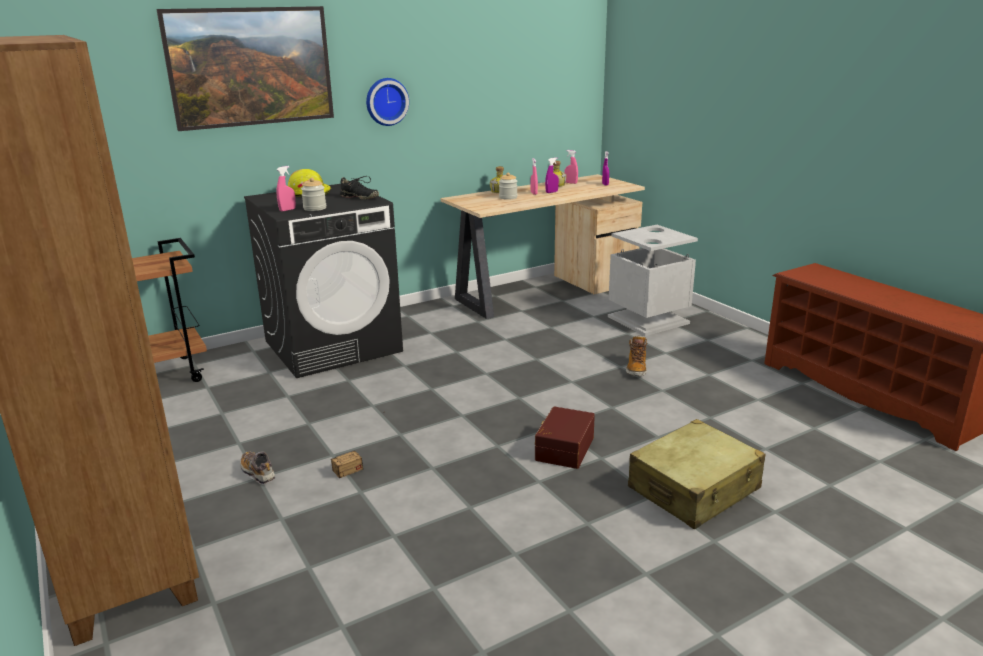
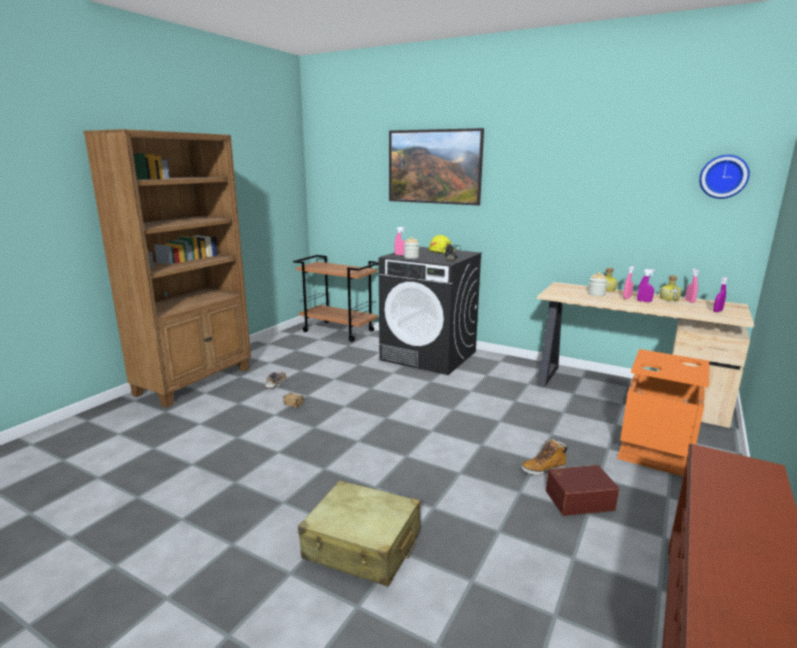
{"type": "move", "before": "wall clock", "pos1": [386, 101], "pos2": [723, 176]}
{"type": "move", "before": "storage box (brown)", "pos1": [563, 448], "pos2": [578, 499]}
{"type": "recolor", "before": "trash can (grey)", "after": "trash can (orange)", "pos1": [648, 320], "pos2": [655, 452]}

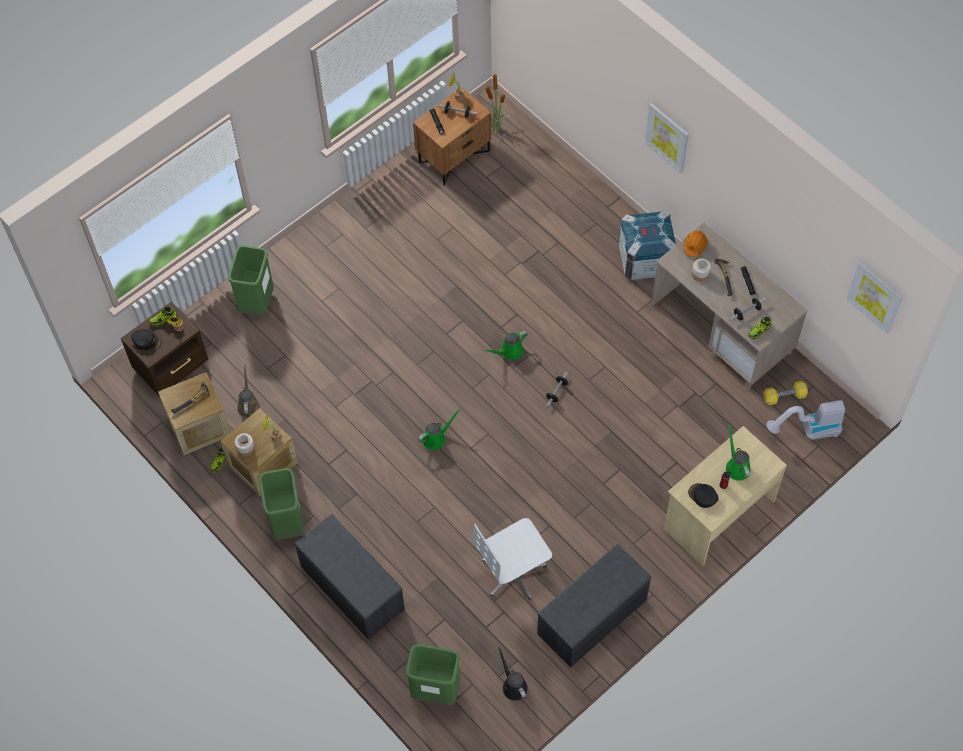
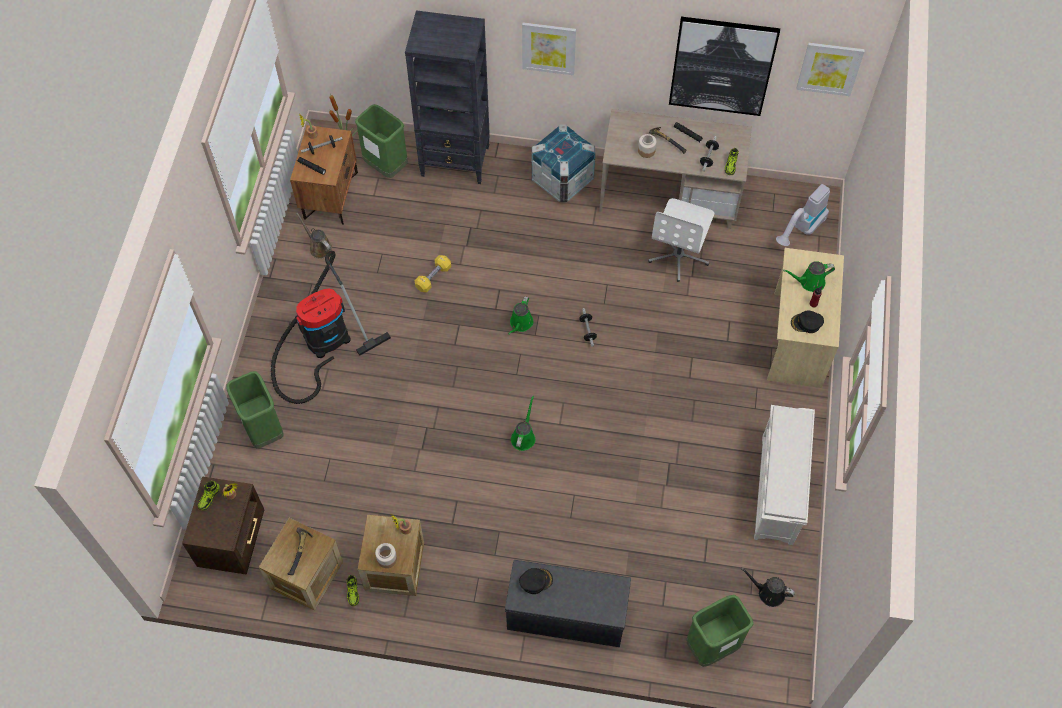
{"type": "move", "before": "cap (black)", "pos1": [147, 341], "pos2": [535, 581]}
{"type": "move", "before": "watering can (brown)", "pos1": [248, 404], "pos2": [319, 247]}
{"type": "move", "before": "trash can (green)", "pos1": [287, 523], "pos2": [386, 167]}
{"type": "move", "before": "office chair (white)", "pos1": [514, 573], "pos2": [679, 255]}
{"type": "replace", "before": "bench (grey)", "after": "shoe rack (white)", "pos1": [592, 618], "pos2": [778, 491]}
{"type": "delete", "before": "hard hat (orange)", "pos1": [695, 245]}
{"type": "rotate", "before": "watering can (green)", "pos1": [736, 466], "pos2": [809, 282], "turn": -45}
{"type": "move", "before": "dumbbell (yellow)", "pos1": [784, 396], "pos2": [433, 277]}
{"type": "insert", "after": "vacuum cleaner", "pos2": [323, 342]}
{"type": "insert", "after": "bookcase (black)", "pos2": [456, 162]}
{"type": "insert", "after": "picture", "pos2": [722, 66]}

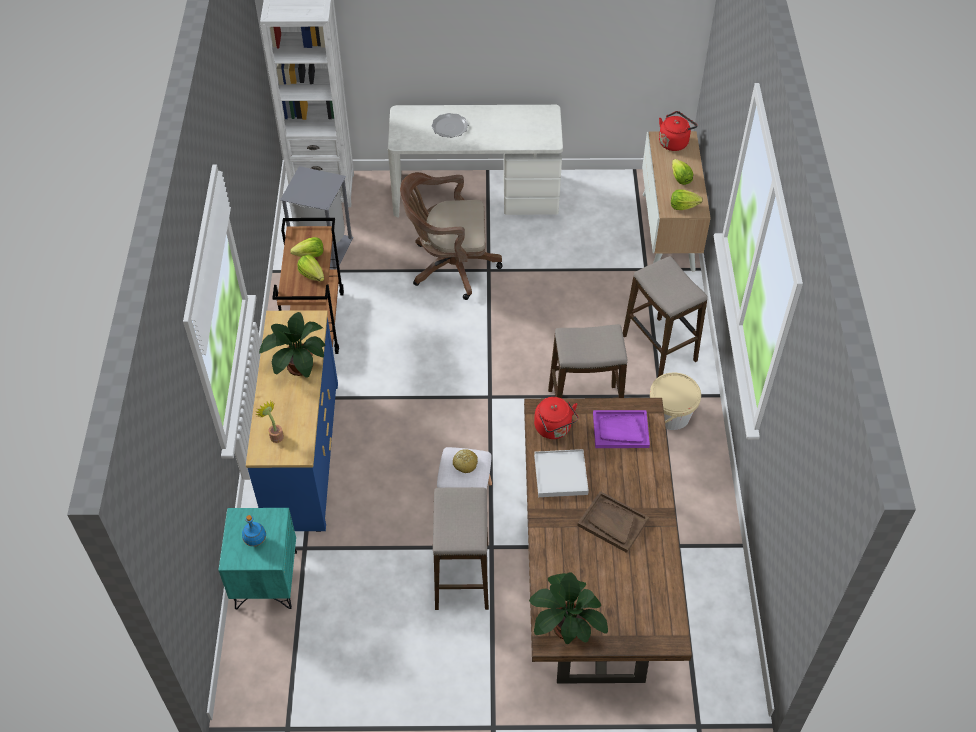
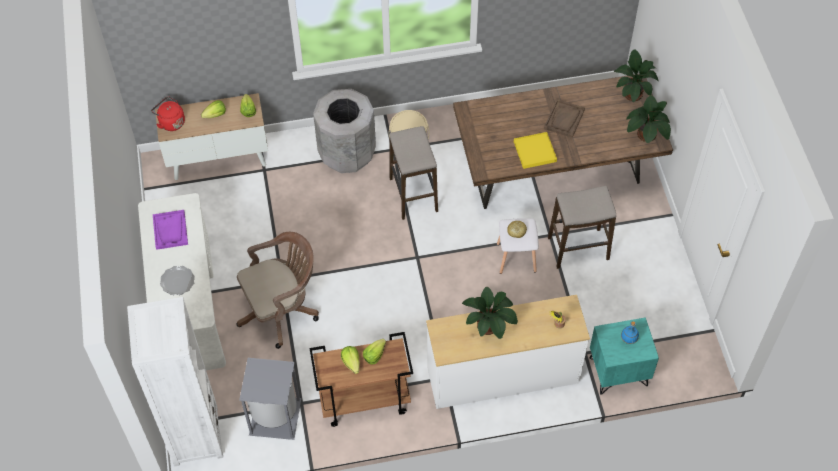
{"type": "recolor", "before": "dresser (blue)", "after": "dresser (white)", "pos1": [302, 454], "pos2": [503, 376]}
{"type": "rotate", "before": "office chair (brown)", "pos1": [449, 266], "pos2": [282, 310], "turn": -105}
{"type": "delete", "before": "kettle (red)", "pos1": [554, 429]}
{"type": "recolor", "before": "tray (white)", "after": "tray (yellow)", "pos1": [560, 475], "pos2": [534, 152]}
{"type": "move", "before": "tray (purple)", "pos1": [620, 430], "pos2": [170, 230]}
{"type": "replace", "before": "stool", "after": "trash can (grey)", "pos1": [659, 348], "pos2": [347, 154]}
{"type": "insert", "after": "potted plant", "pos2": [633, 92]}

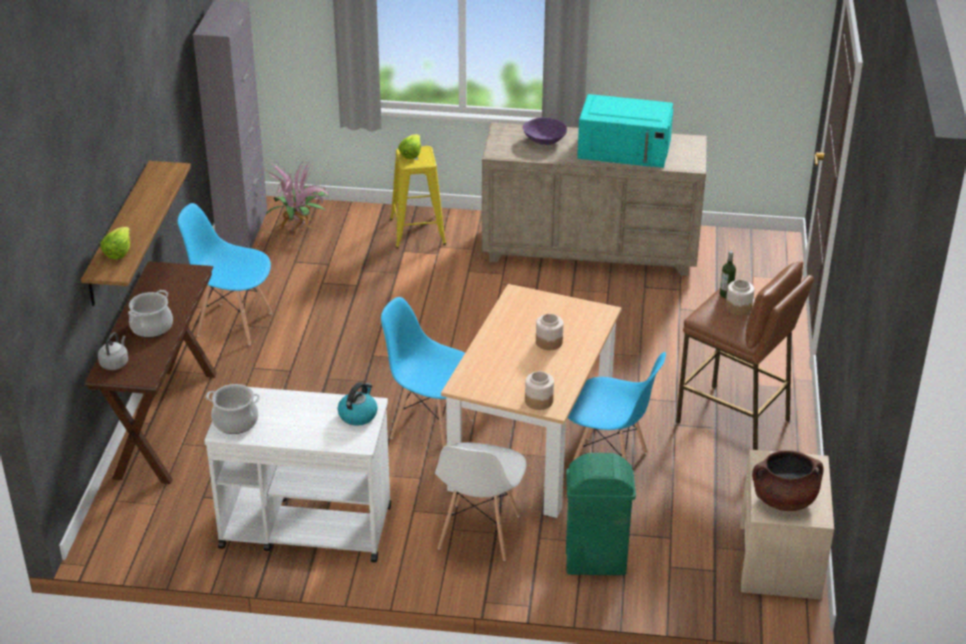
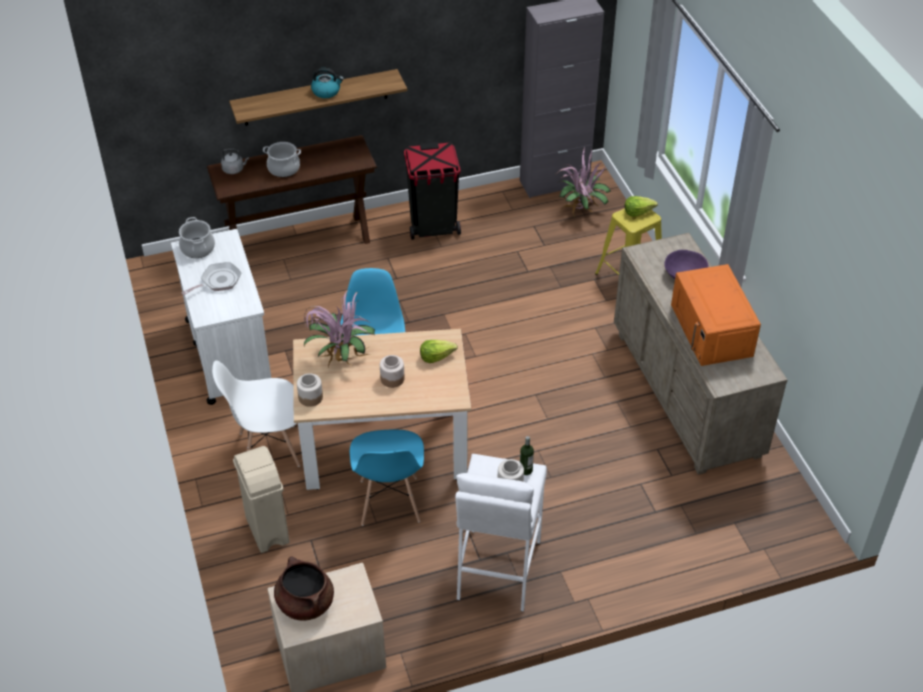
{"type": "move", "before": "lettuce", "pos1": [118, 252], "pos2": [436, 356]}
{"type": "replace", "before": "chair (blue)", "after": "trash can (black)", "pos1": [234, 323], "pos2": [433, 227]}
{"type": "move", "before": "kettle", "pos1": [358, 415], "pos2": [326, 91]}
{"type": "recolor", "before": "trash can (green)", "after": "trash can (beige)", "pos1": [596, 563], "pos2": [267, 531]}
{"type": "recolor", "before": "microwave (turquoise)", "after": "microwave (orange)", "pos1": [625, 149], "pos2": [712, 330]}
{"type": "recolor", "before": "stool (brown)", "after": "stool (white)", "pos1": [733, 421], "pos2": [497, 570]}
{"type": "insert", "after": "frying pan", "pos2": [218, 281]}
{"type": "insert", "after": "potted plant", "pos2": [340, 358]}

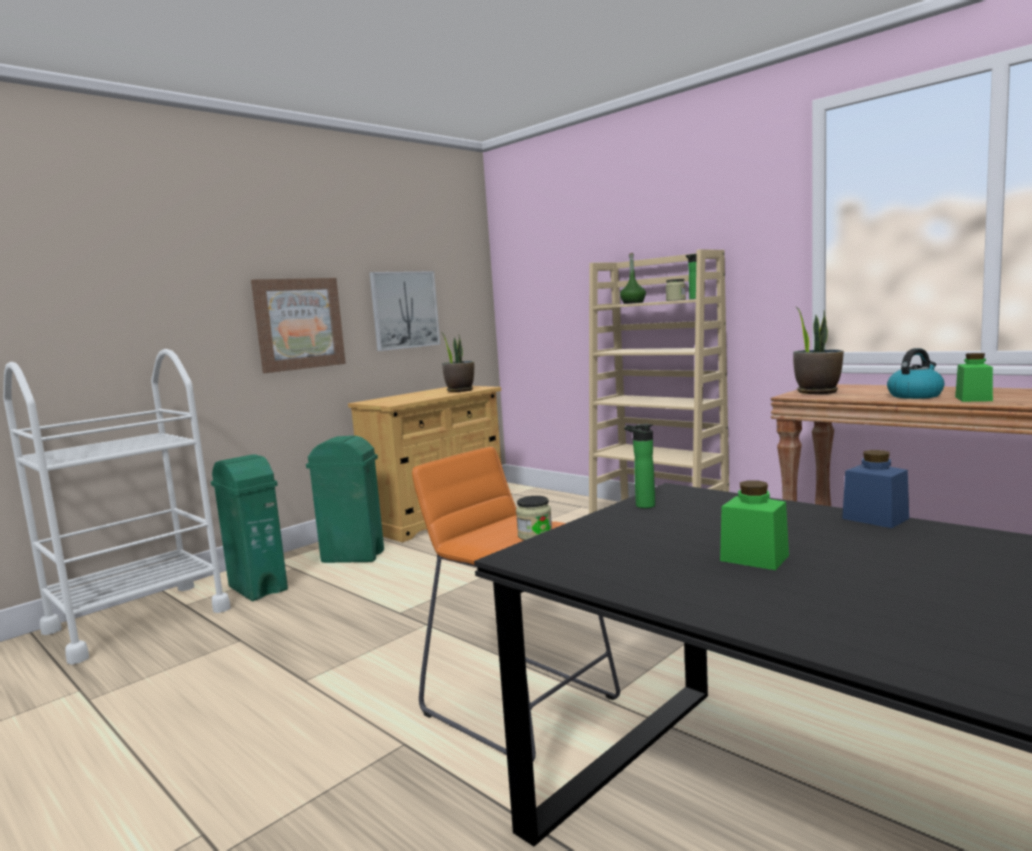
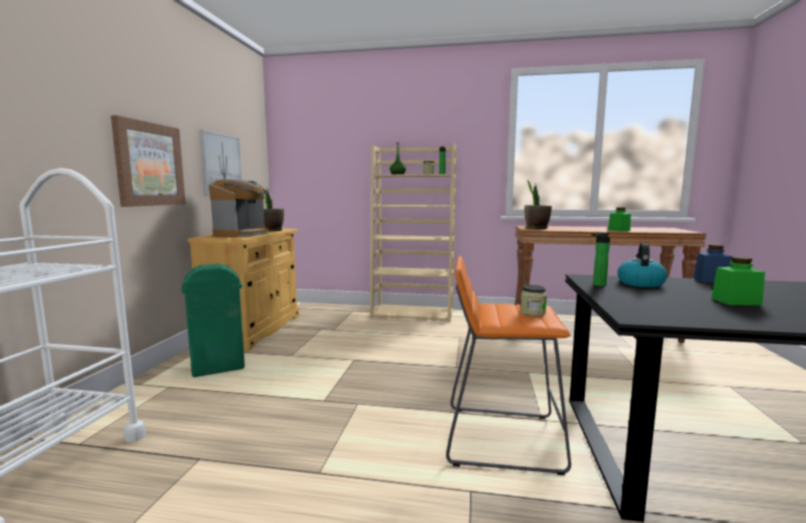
{"type": "delete", "before": "trash can (green)", "pos1": [258, 588]}
{"type": "move", "before": "kettle", "pos1": [915, 395], "pos2": [640, 283]}
{"type": "insert", "after": "coffee machine", "pos2": [242, 234]}

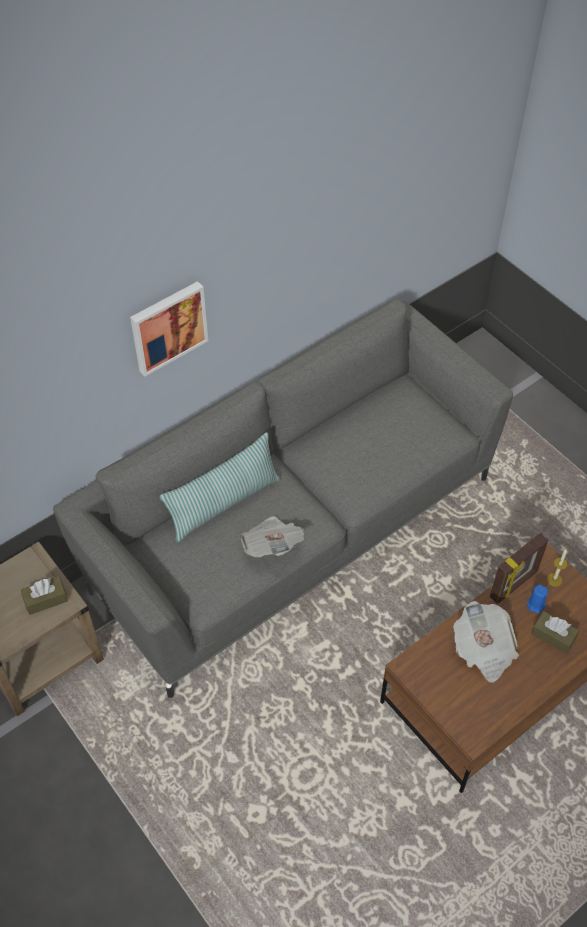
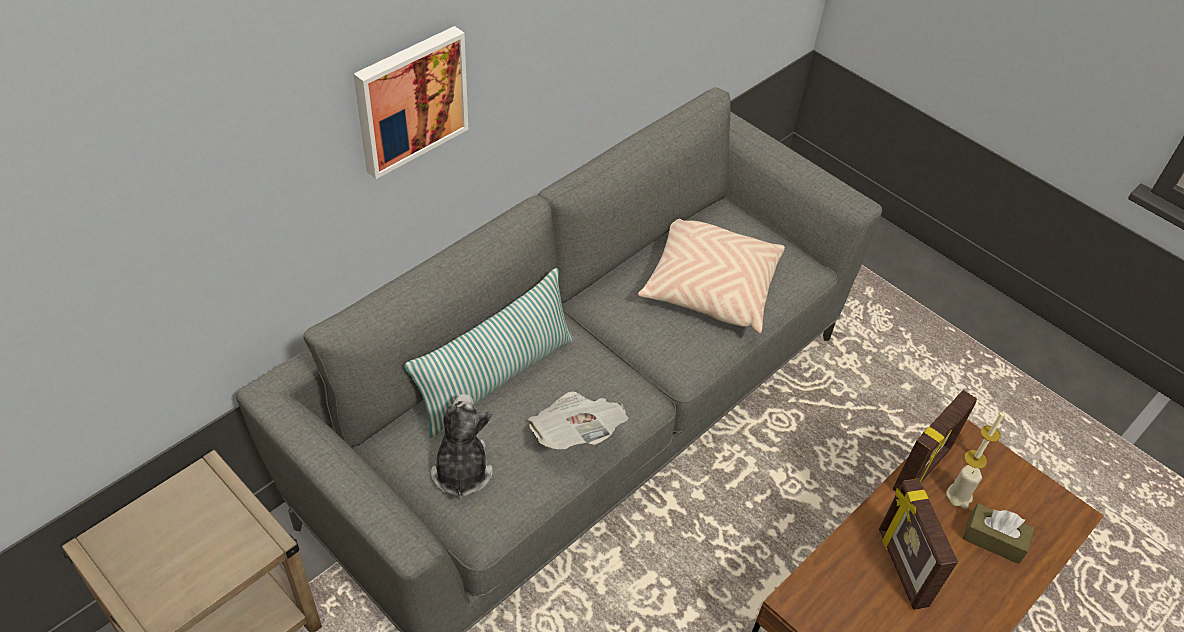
{"type": "delete", "before": "tissue box (brown)", "pos1": [46, 599]}
{"type": "replace", "before": "newspaper", "after": "picture frame", "pos1": [483, 650], "pos2": [901, 568]}
{"type": "recolor", "before": "candle (blue)", "after": "candle (beige)", "pos1": [536, 605], "pos2": [959, 496]}
{"type": "insert", "after": "plush toy", "pos2": [461, 470]}
{"type": "insert", "after": "pillow (beige)", "pos2": [710, 288]}

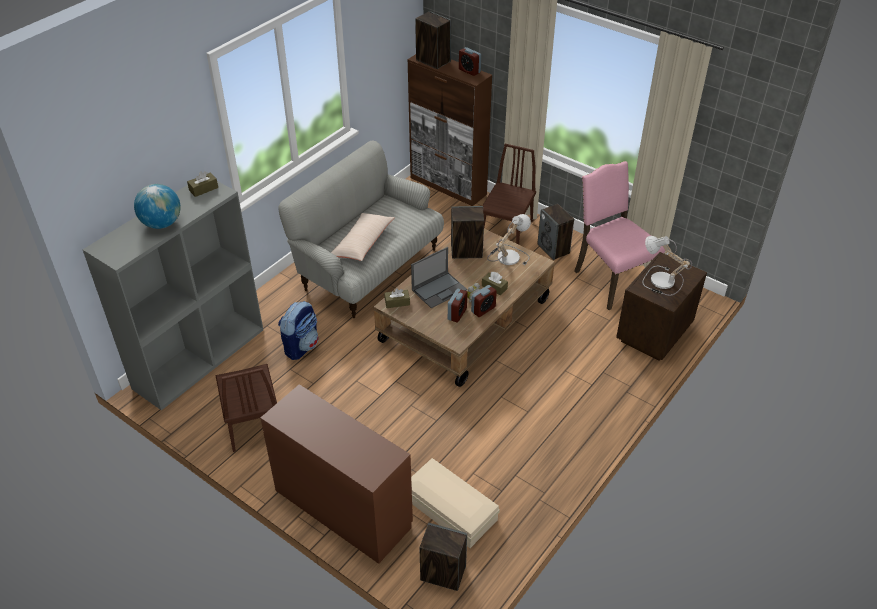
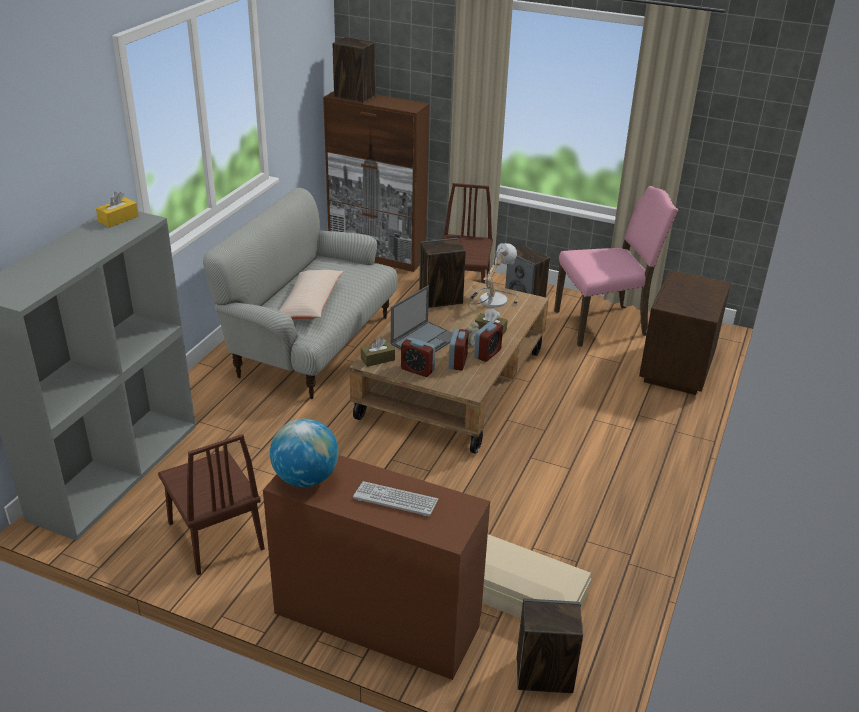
{"type": "move", "before": "globe", "pos1": [162, 223], "pos2": [305, 478]}
{"type": "recolor", "before": "tissue box (brown)", "after": "tissue box (yellow)", "pos1": [203, 189], "pos2": [118, 219]}
{"type": "delete", "before": "backpack", "pos1": [301, 346]}
{"type": "move", "before": "alarm clock", "pos1": [469, 71], "pos2": [417, 370]}
{"type": "rotate", "before": "chair (pink)", "pos1": [611, 280], "pos2": [603, 324], "turn": 120}
{"type": "delete", "before": "table lamp", "pos1": [660, 281]}
{"type": "insert", "after": "keyboard", "pos2": [395, 499]}

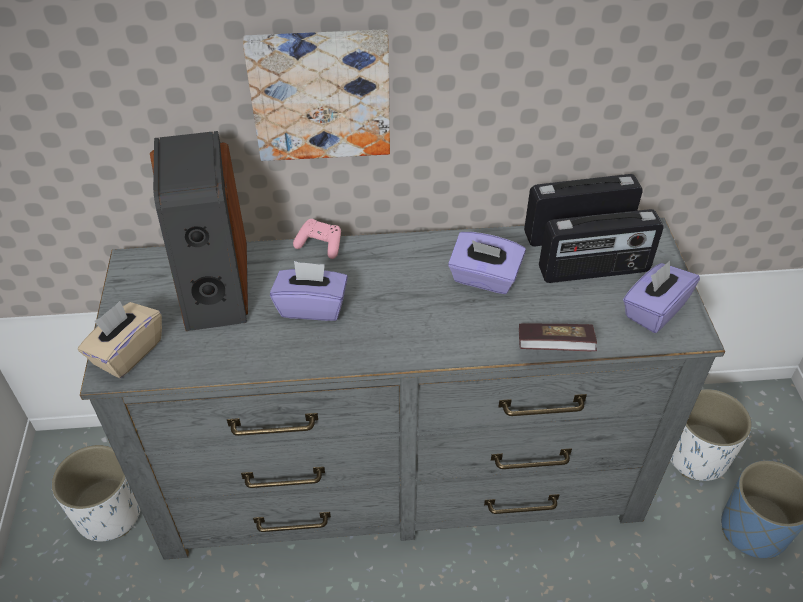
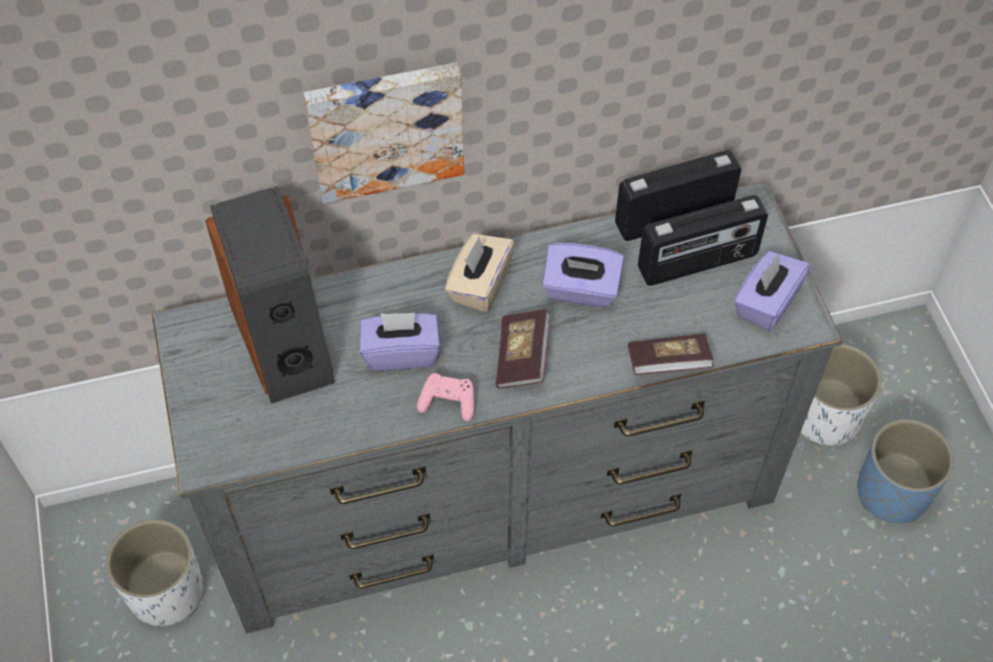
{"type": "move", "before": "tissue box (beige)", "pos1": [127, 352], "pos2": [479, 285]}
{"type": "move", "before": "game controller (pink)", "pos1": [320, 245], "pos2": [448, 402]}
{"type": "insert", "after": "book", "pos2": [522, 358]}

